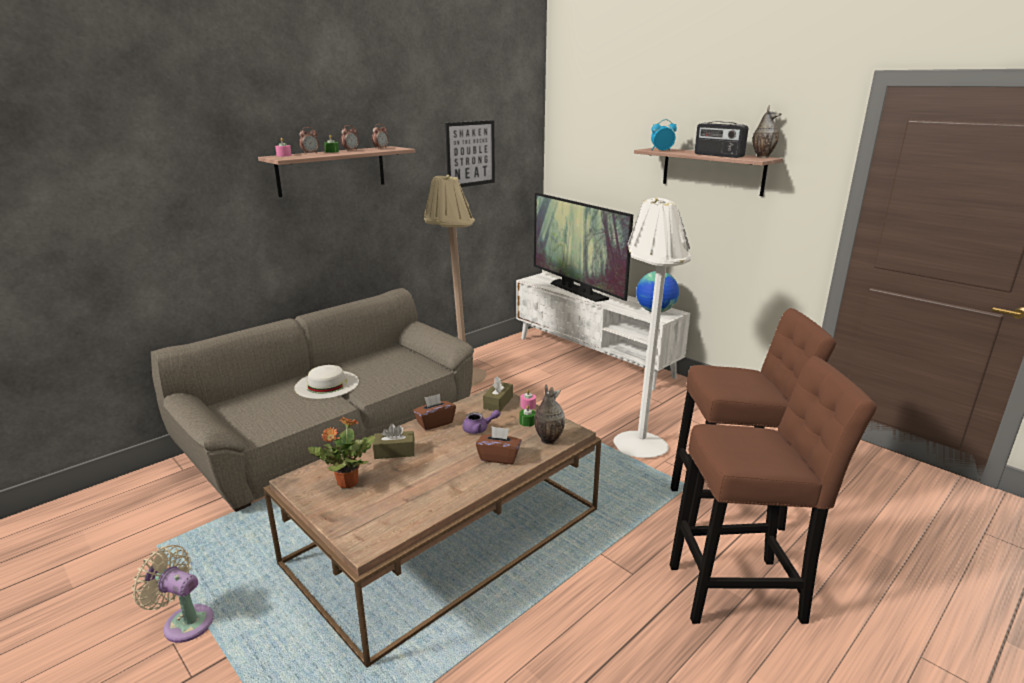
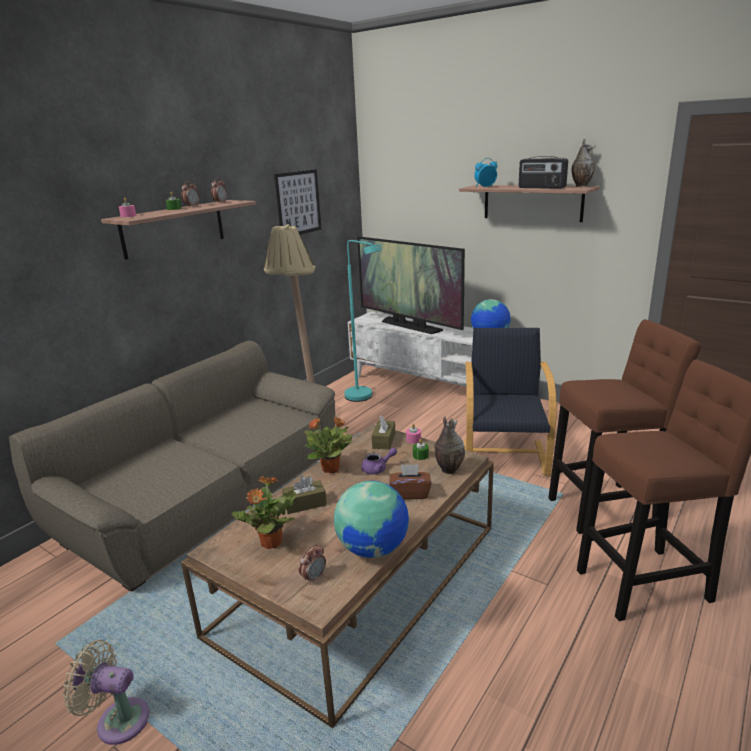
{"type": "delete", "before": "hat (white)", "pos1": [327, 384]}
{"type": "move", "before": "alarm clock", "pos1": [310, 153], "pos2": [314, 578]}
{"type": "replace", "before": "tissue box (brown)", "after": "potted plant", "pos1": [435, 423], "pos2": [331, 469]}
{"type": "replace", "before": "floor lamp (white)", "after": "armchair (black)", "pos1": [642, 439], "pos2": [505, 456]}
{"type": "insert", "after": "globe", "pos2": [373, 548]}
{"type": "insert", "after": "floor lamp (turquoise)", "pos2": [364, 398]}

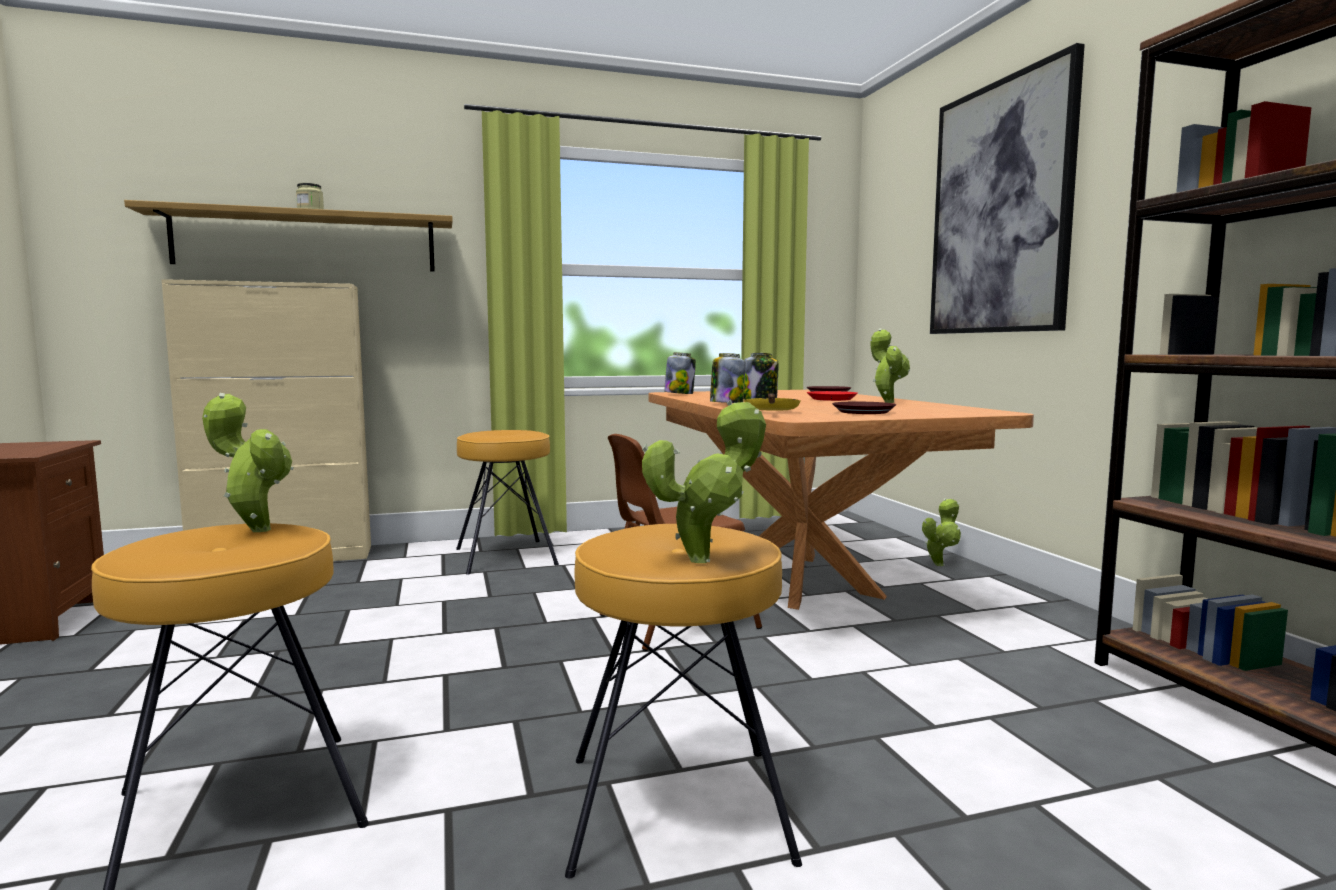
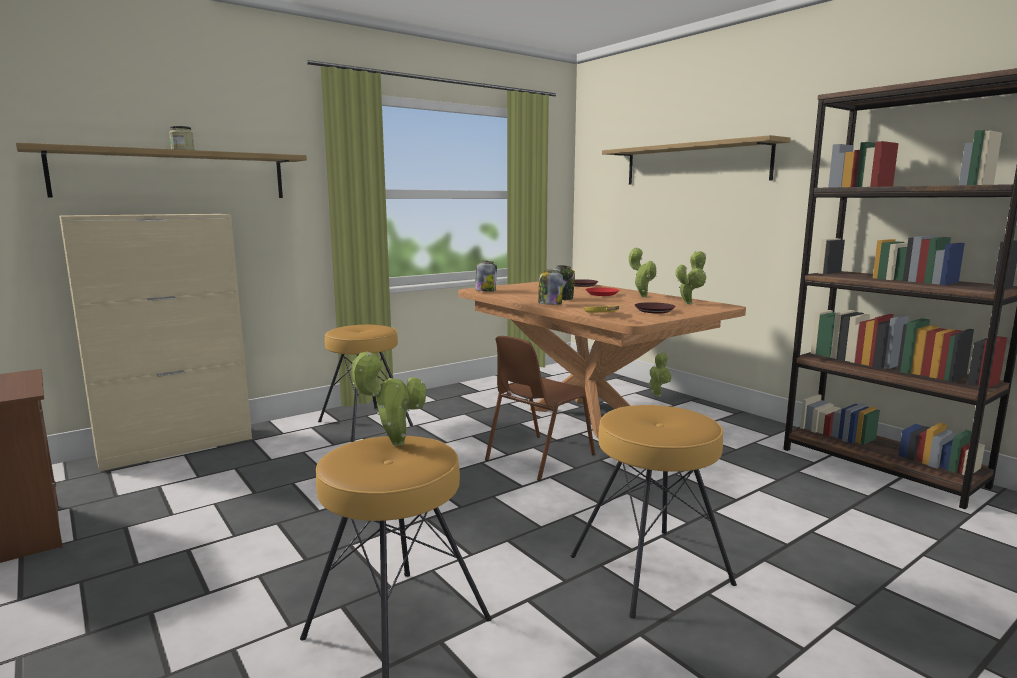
{"type": "move", "before": "potted plant", "pos1": [706, 559], "pos2": [689, 303]}
{"type": "replace", "before": "picture", "after": "shelf", "pos1": [1000, 208], "pos2": [694, 164]}

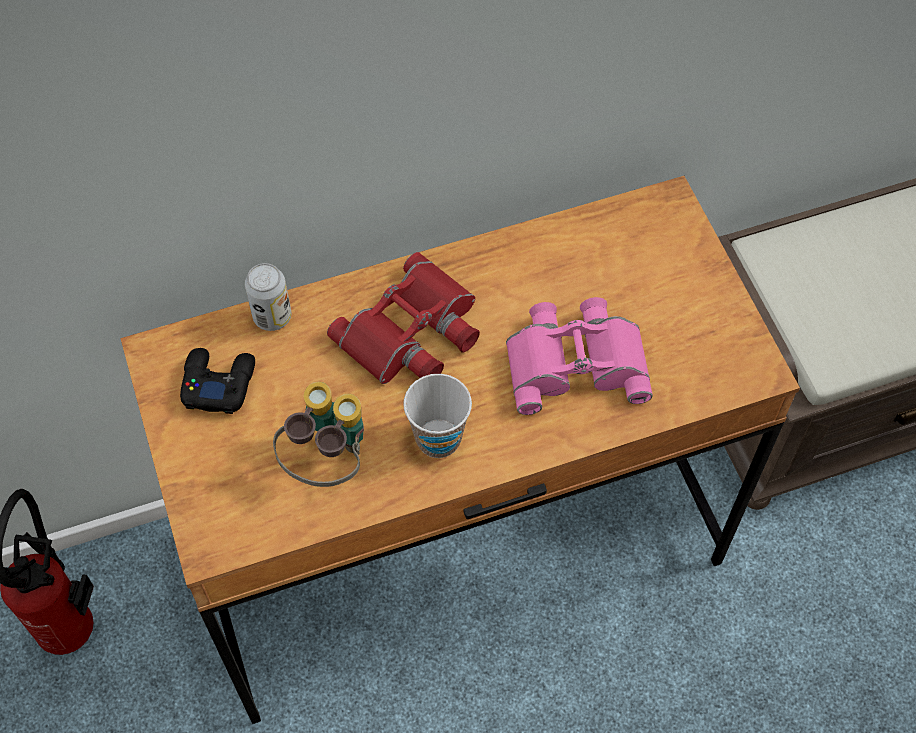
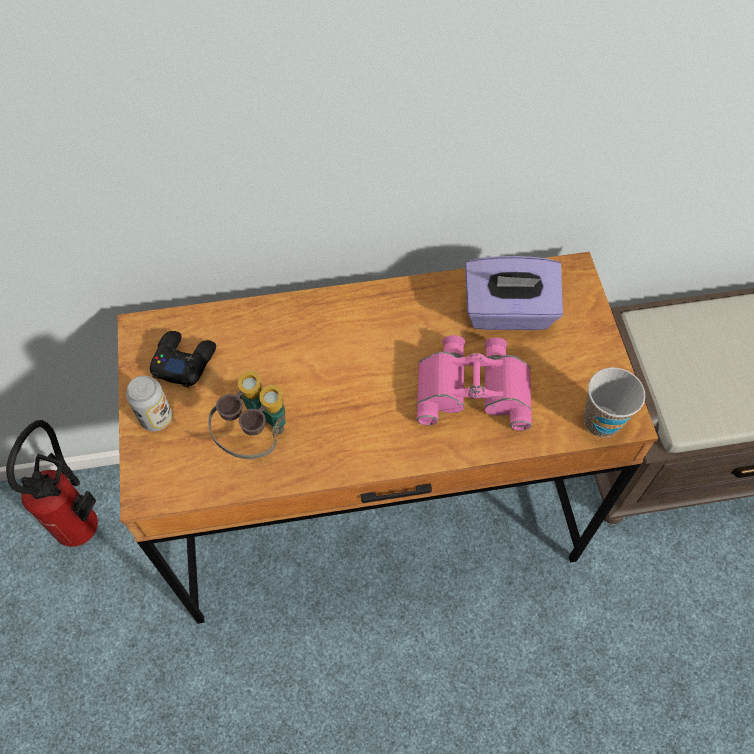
{"type": "move", "before": "can", "pos1": [272, 316], "pos2": [156, 418]}
{"type": "delete", "before": "binoculars (red)", "pos1": [413, 333]}
{"type": "move", "before": "cup", "pos1": [438, 439], "pos2": [601, 421]}
{"type": "insert", "after": "tissue box (purple)", "pos2": [508, 313]}

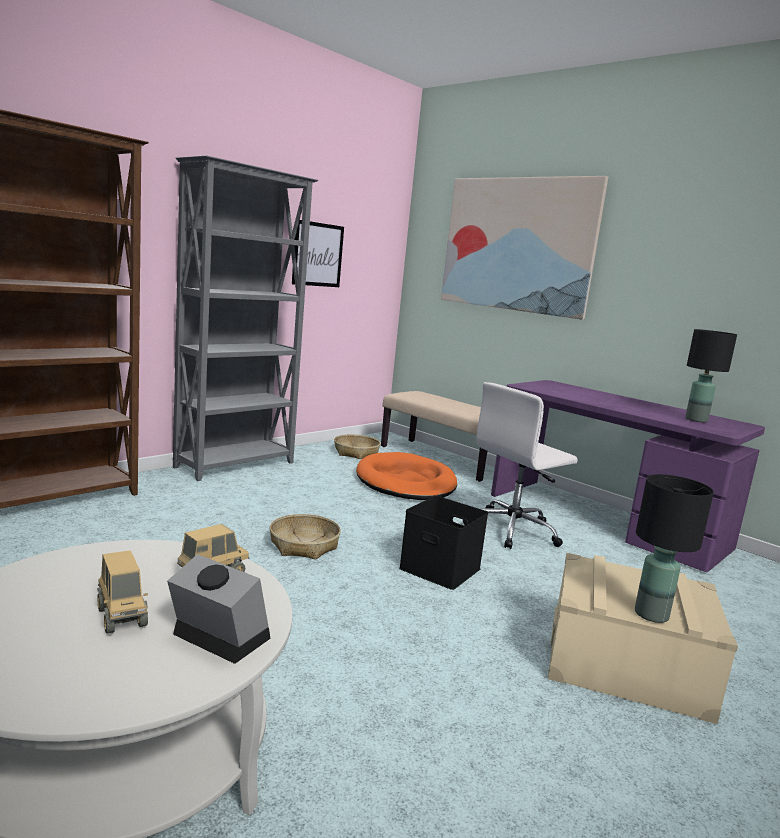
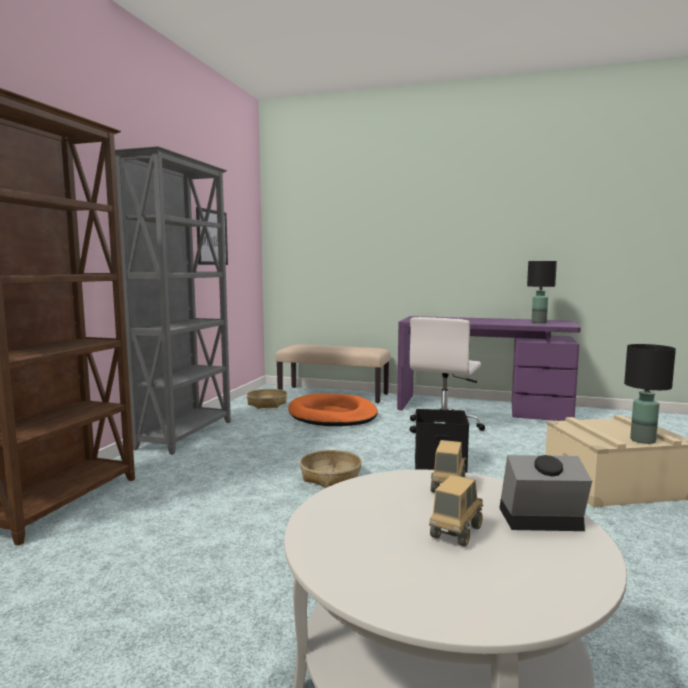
{"type": "rotate", "before": "toy truck", "pos1": [121, 617], "pos2": [456, 533], "turn": -90}
{"type": "delete", "before": "picture", "pos1": [517, 245]}

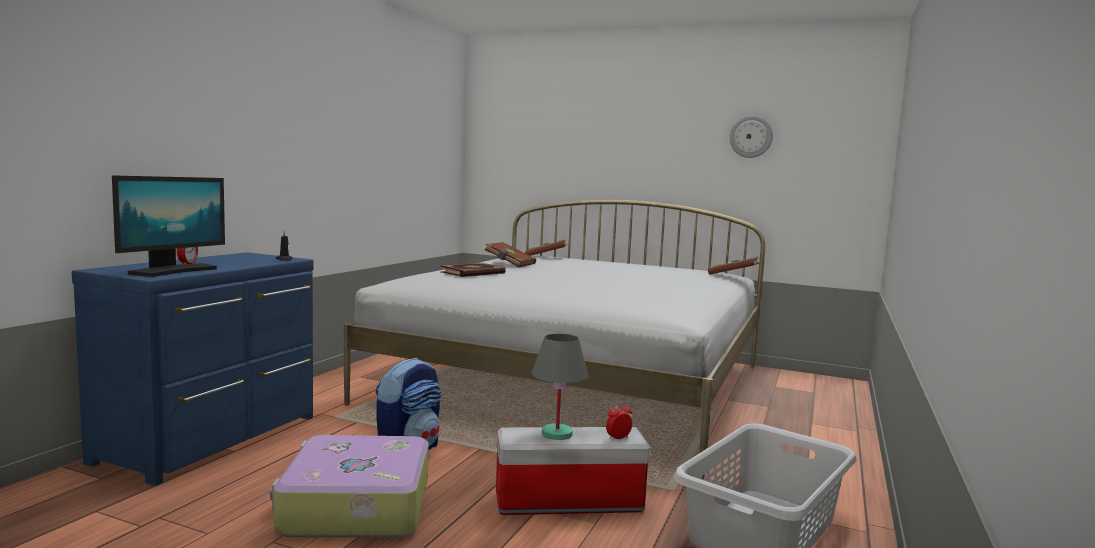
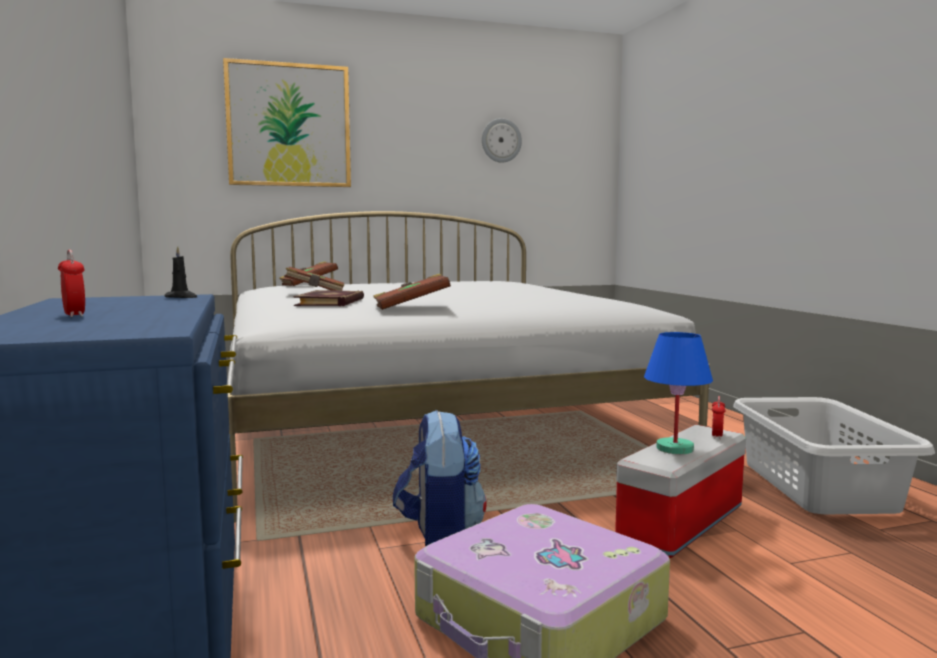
{"type": "delete", "before": "monitor", "pos1": [173, 271]}
{"type": "recolor", "before": "table lamp (grey)", "after": "table lamp (blue)", "pos1": [556, 434], "pos2": [674, 448]}
{"type": "move", "before": "book (brown)", "pos1": [732, 276], "pos2": [411, 307]}
{"type": "insert", "after": "picture", "pos2": [289, 125]}

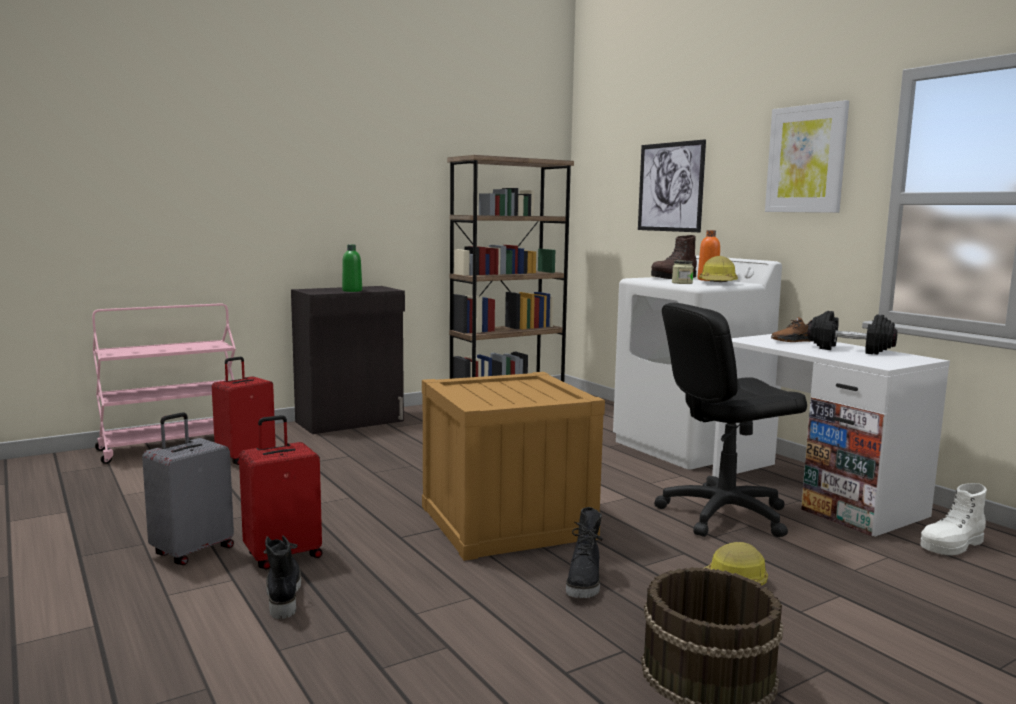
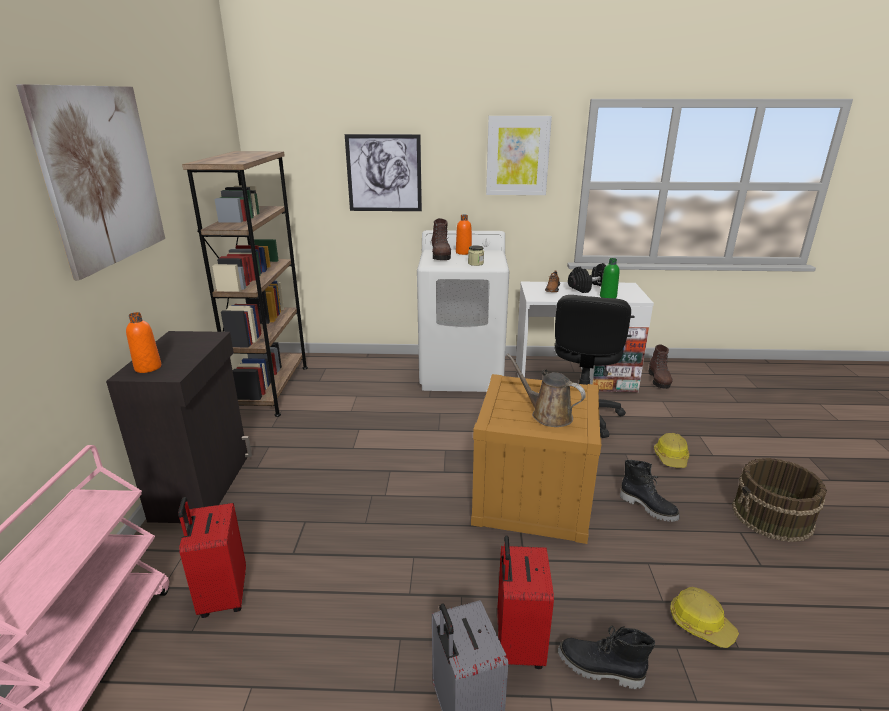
{"type": "move", "before": "bottle (green)", "pos1": [352, 291], "pos2": [608, 297]}
{"type": "move", "before": "hard hat", "pos1": [718, 283], "pos2": [700, 623]}
{"type": "recolor", "before": "boot (white)", "after": "boot (brown)", "pos1": [952, 546], "pos2": [659, 380]}
{"type": "insert", "after": "picture", "pos2": [102, 176]}
{"type": "insert", "after": "bottle (orange)", "pos2": [148, 368]}
{"type": "insert", "after": "watering can (brown)", "pos2": [548, 415]}

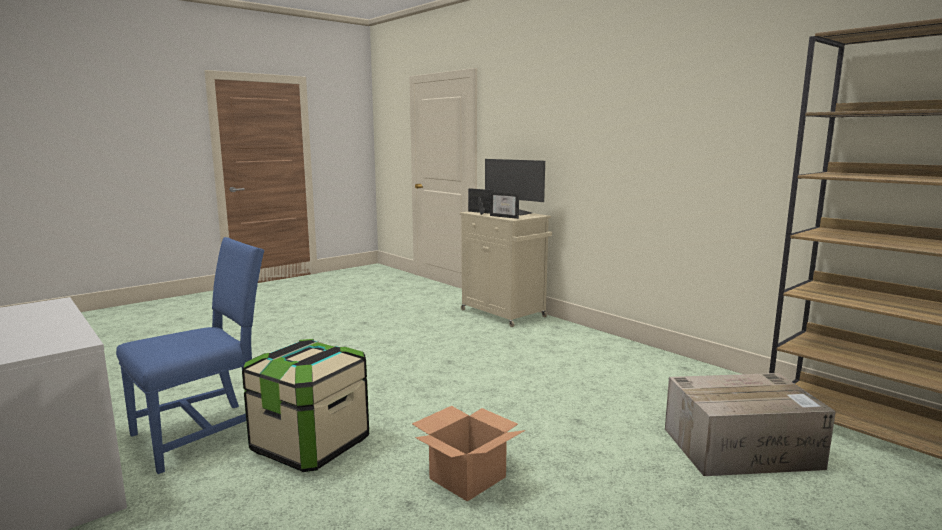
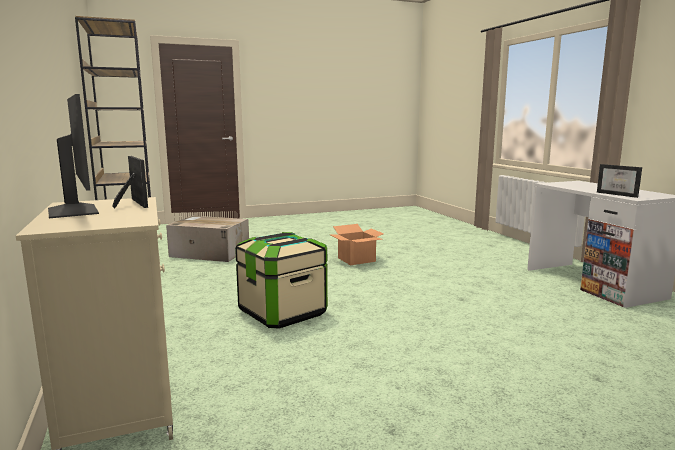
{"type": "delete", "before": "chair (blue)", "pos1": [204, 433]}
{"type": "move", "before": "storage box", "pos1": [311, 445], "pos2": [283, 313]}
{"type": "move", "before": "picture frame", "pos1": [479, 213], "pos2": [619, 194]}

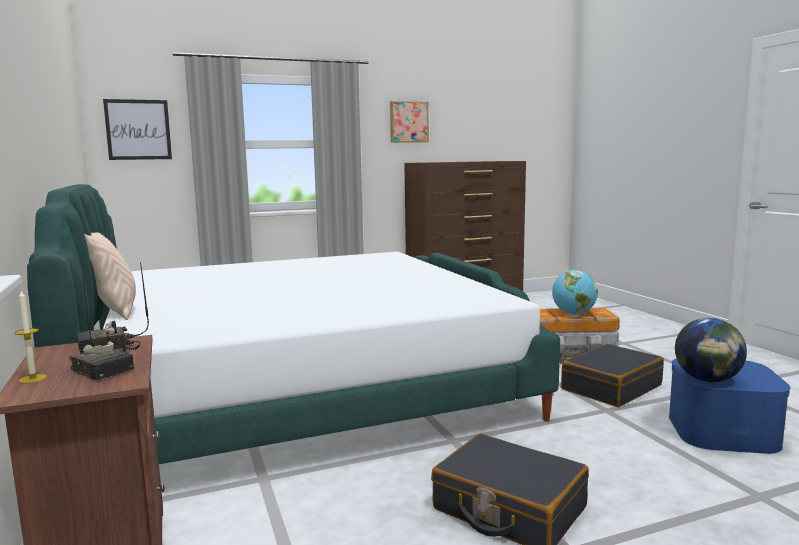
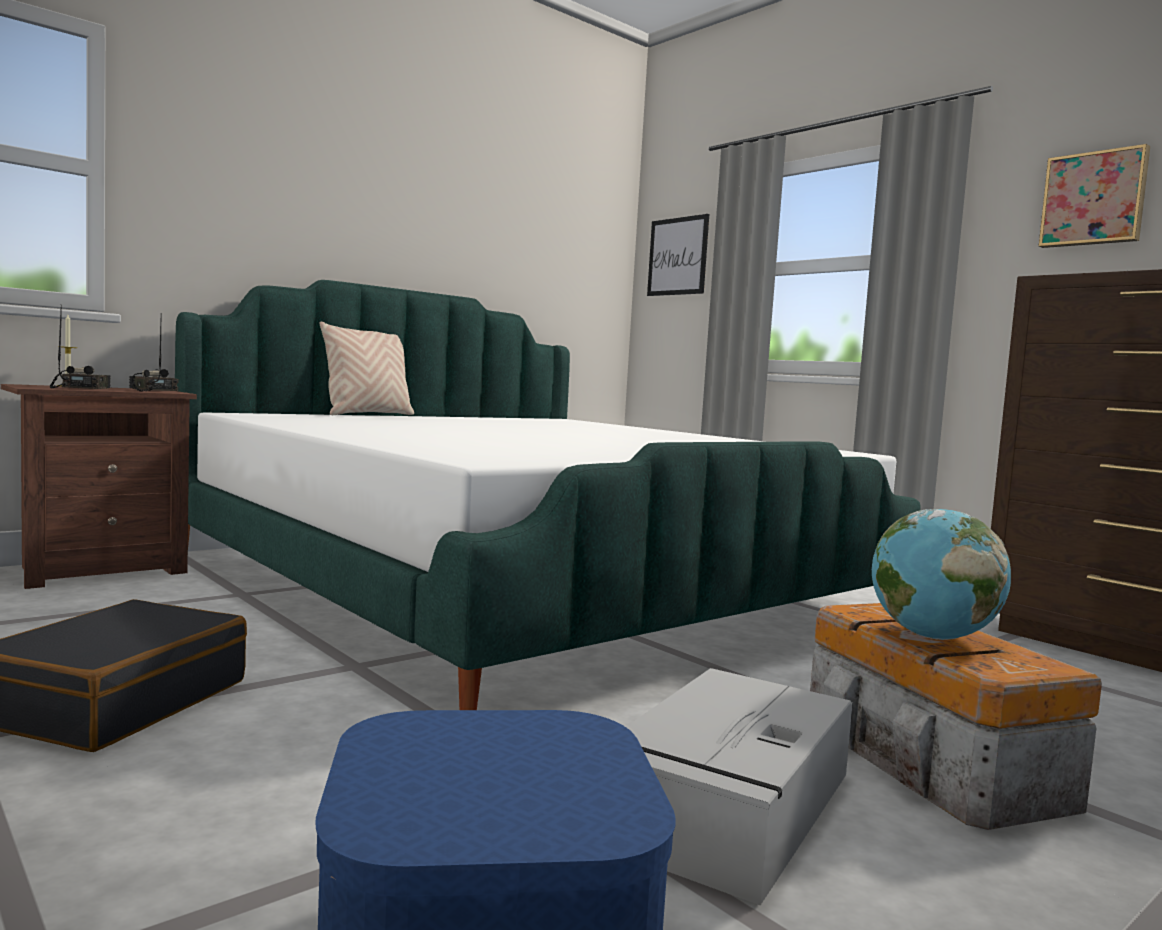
{"type": "rotate", "before": "radio", "pos1": [106, 369], "pos2": [80, 388], "turn": 150}
{"type": "replace", "before": "suitcase (black)", "after": "storage box (grey)", "pos1": [611, 387], "pos2": [727, 807]}
{"type": "delete", "before": "globe", "pos1": [707, 380]}

